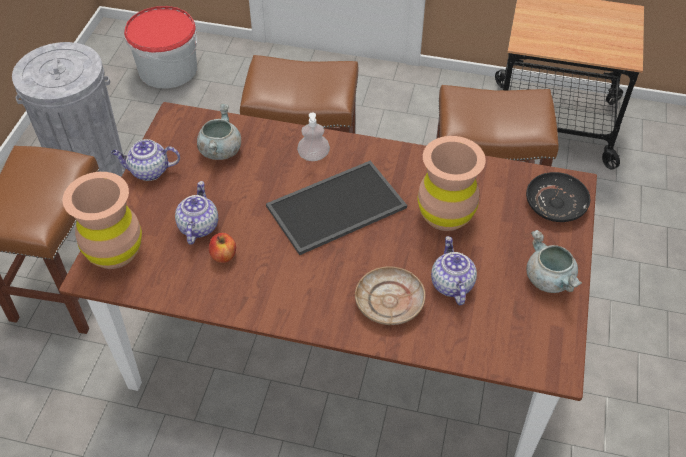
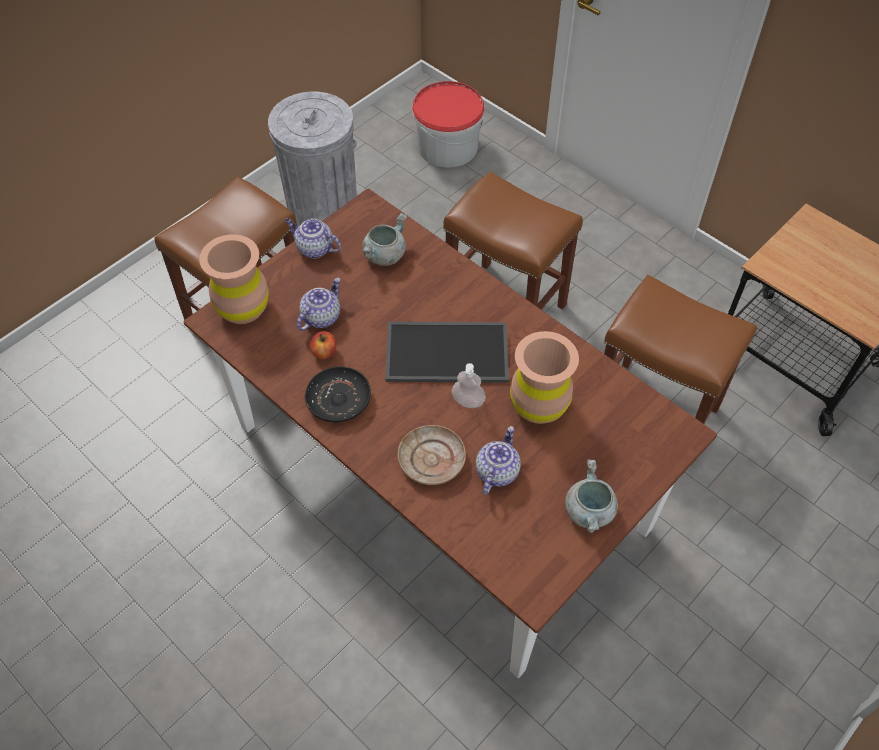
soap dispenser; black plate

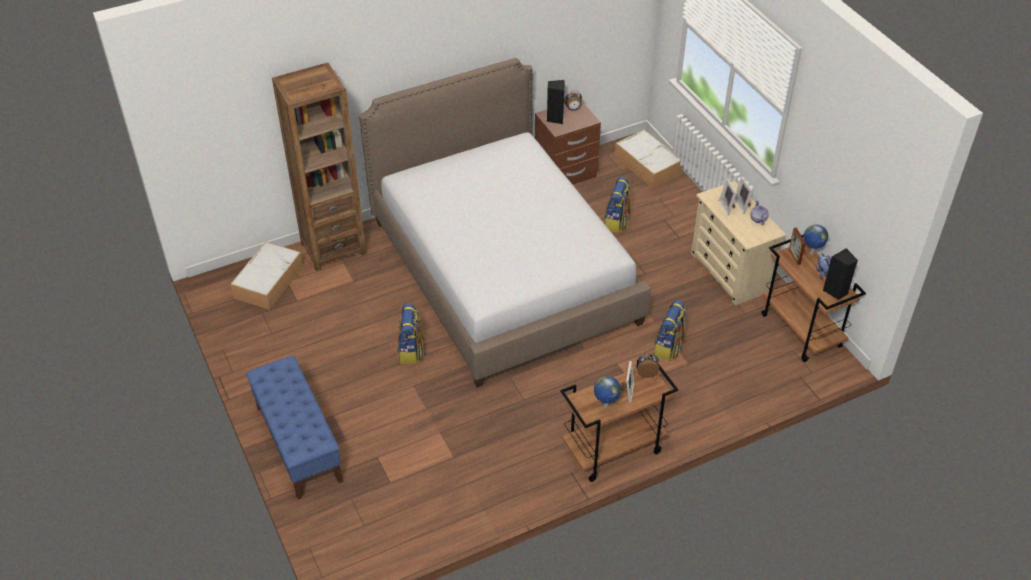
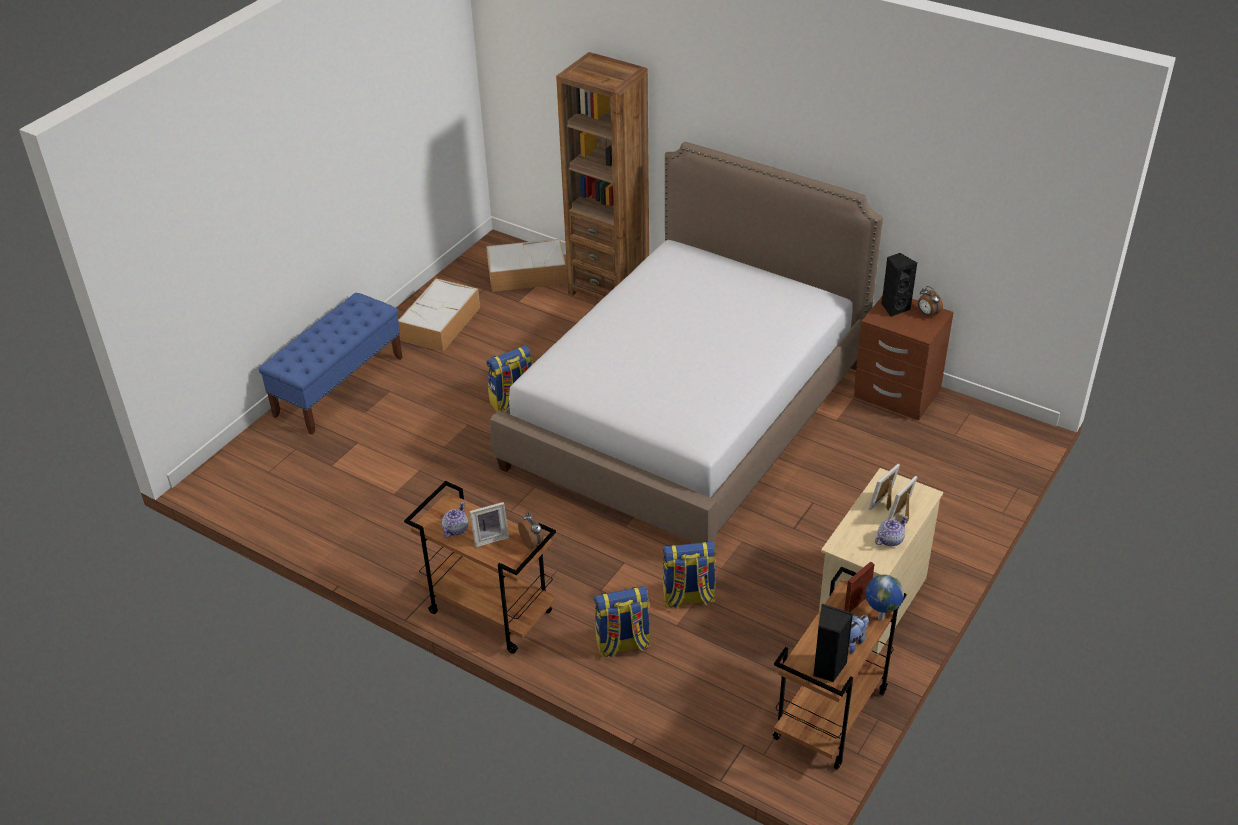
teapot (1st from left); backpack (2nd from left); storage box (1st from left)

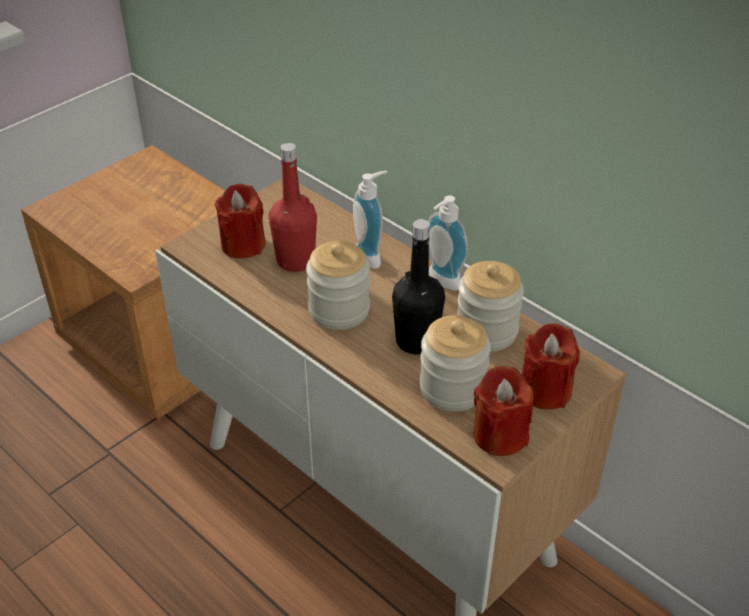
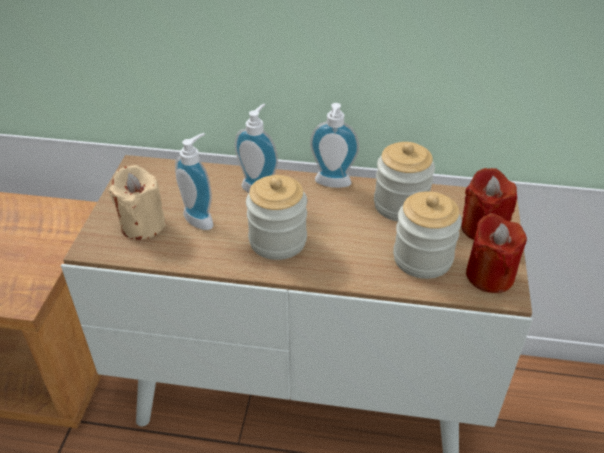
beige candle; soap dispenser (1st from left); black bottle

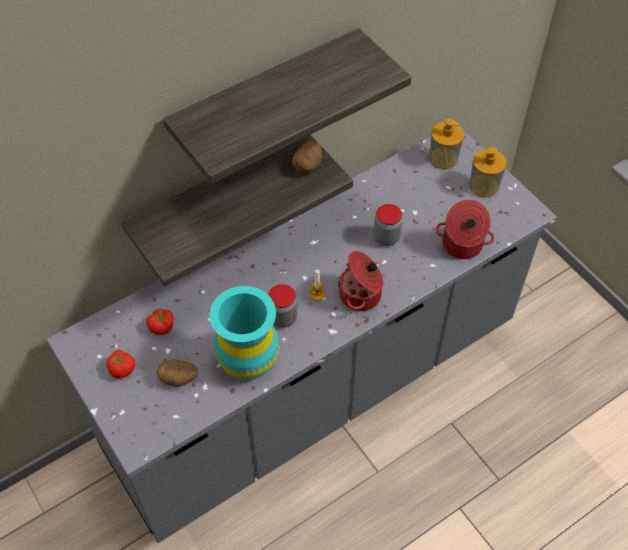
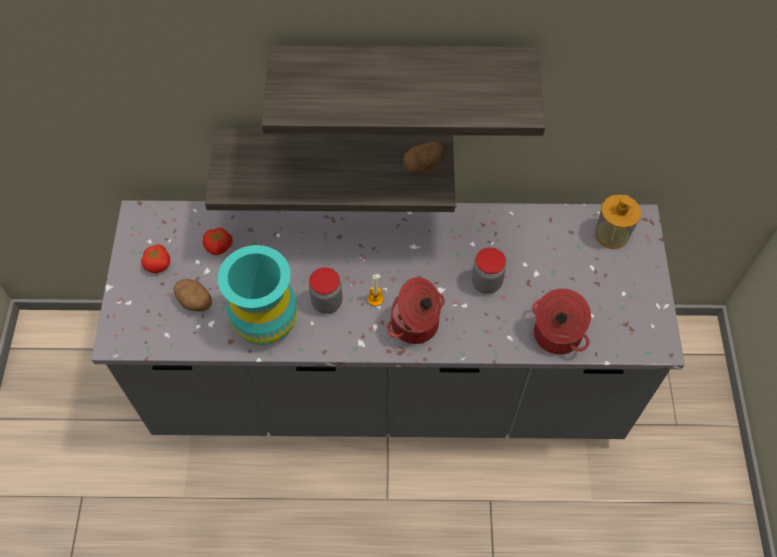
soap dispenser (2nd from left in the first image)

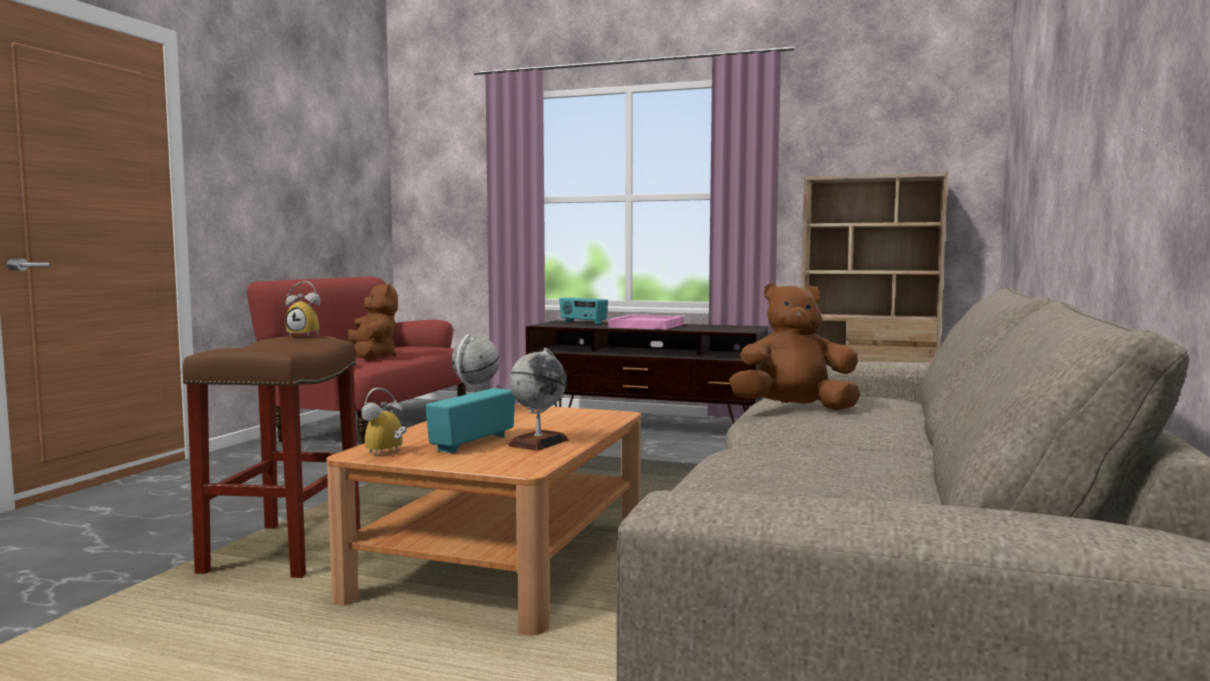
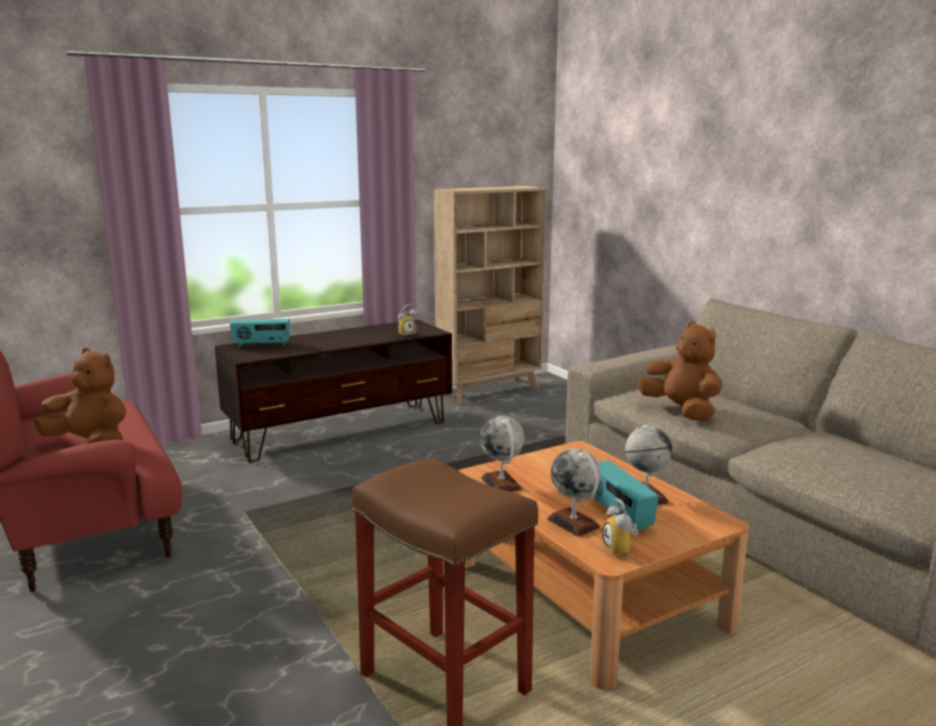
alarm clock (1st from left); pink tray; brown plush toy (2nd from left); globe (2nd from left)

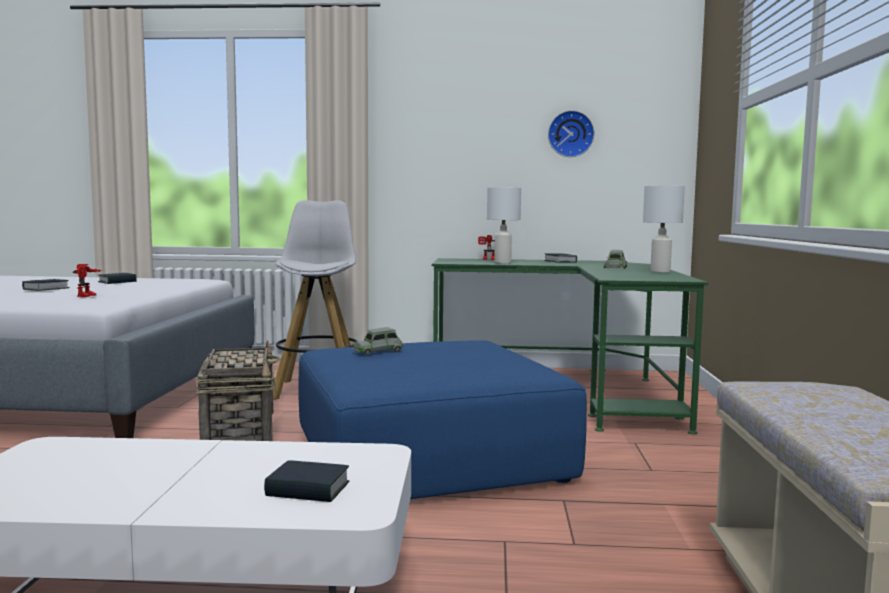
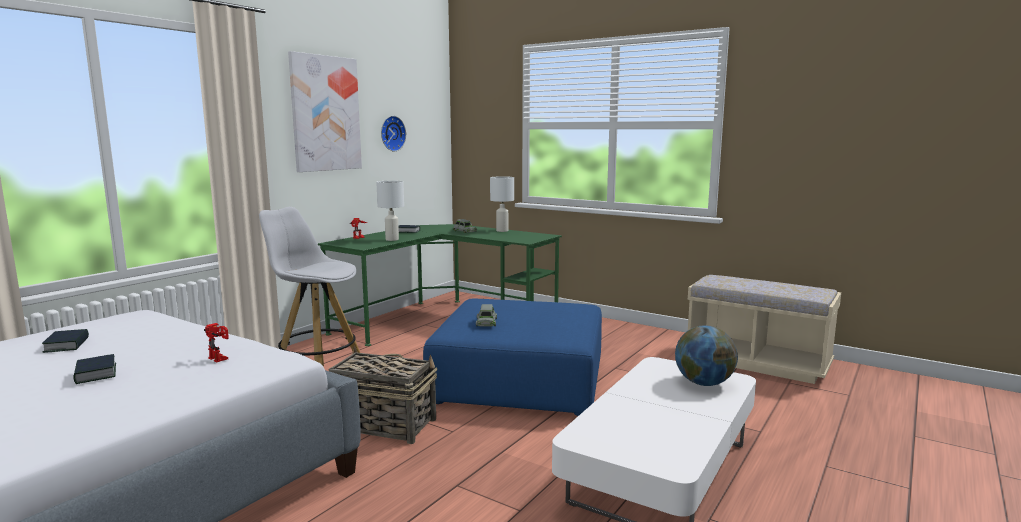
globe; picture

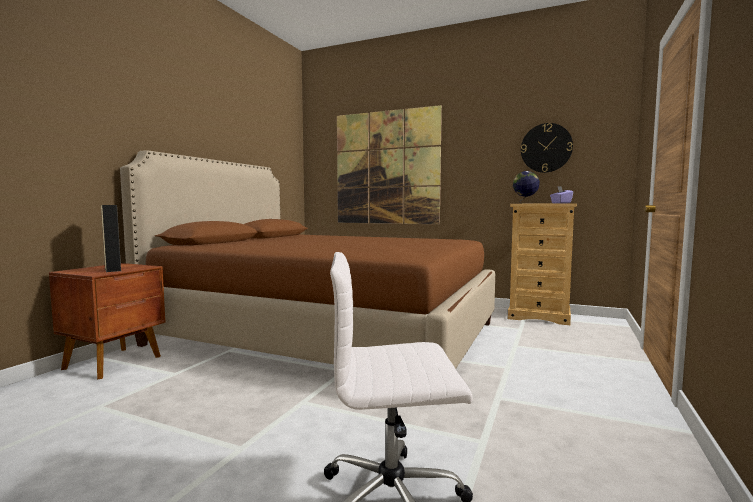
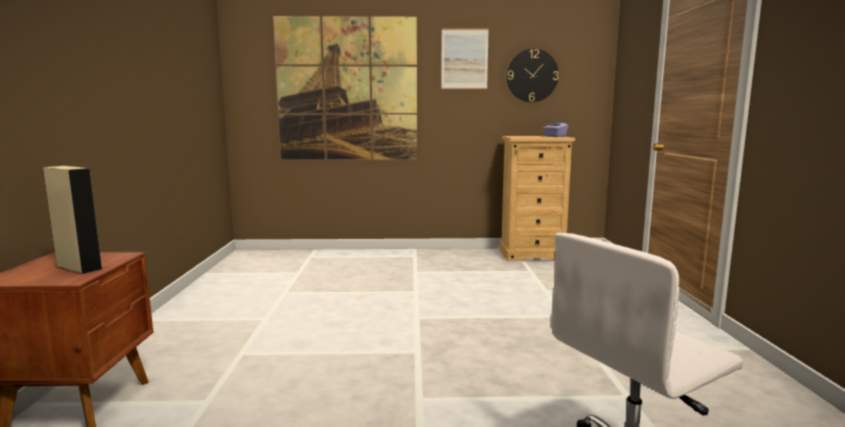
brown bed; globe; picture (2nd from left)

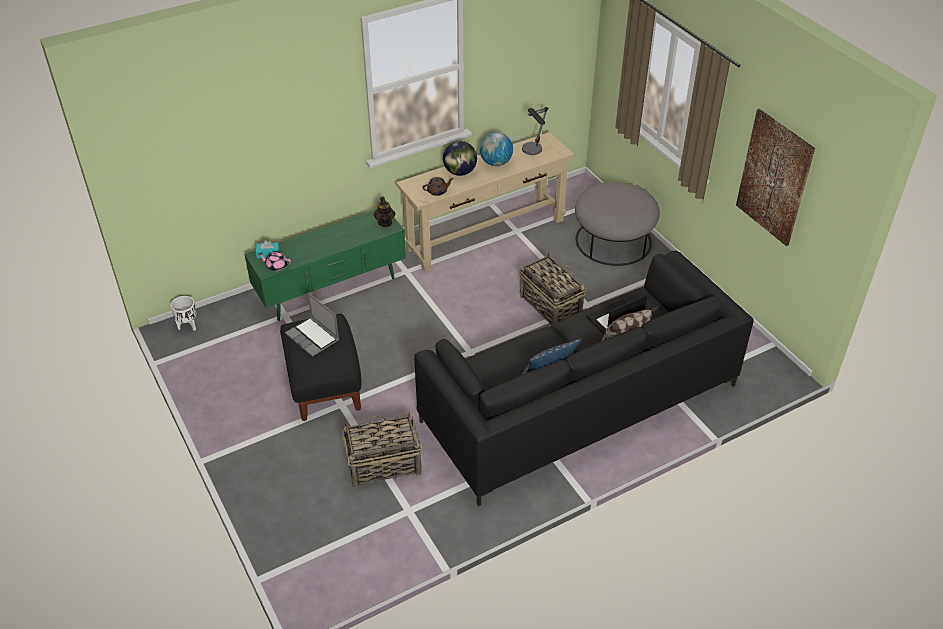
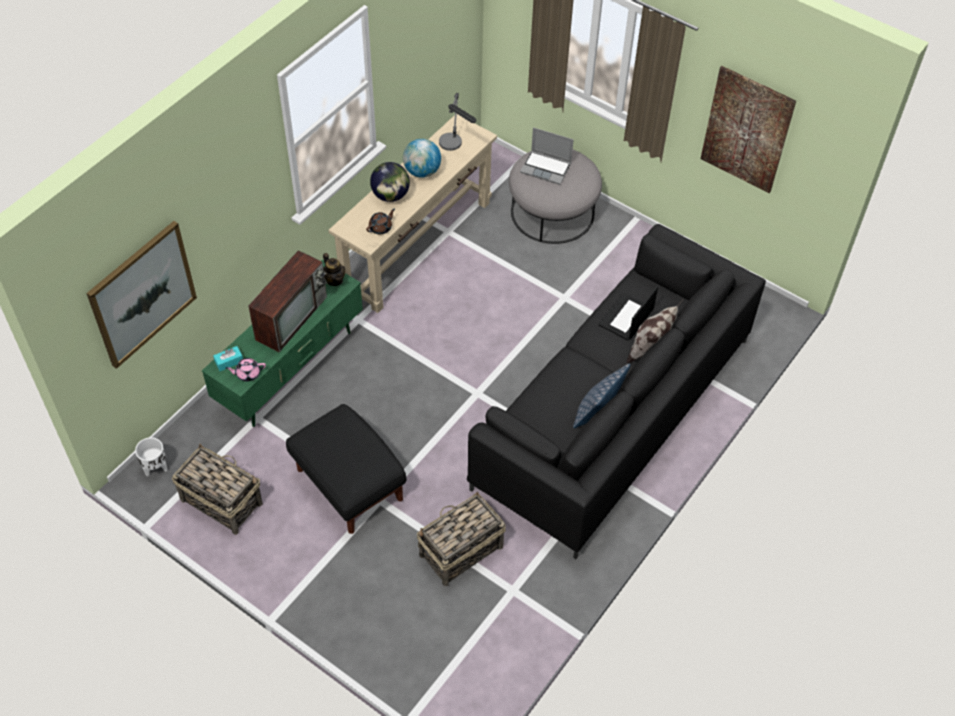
laptop (1st from left); basket (1st from left); picture (1st from left); television

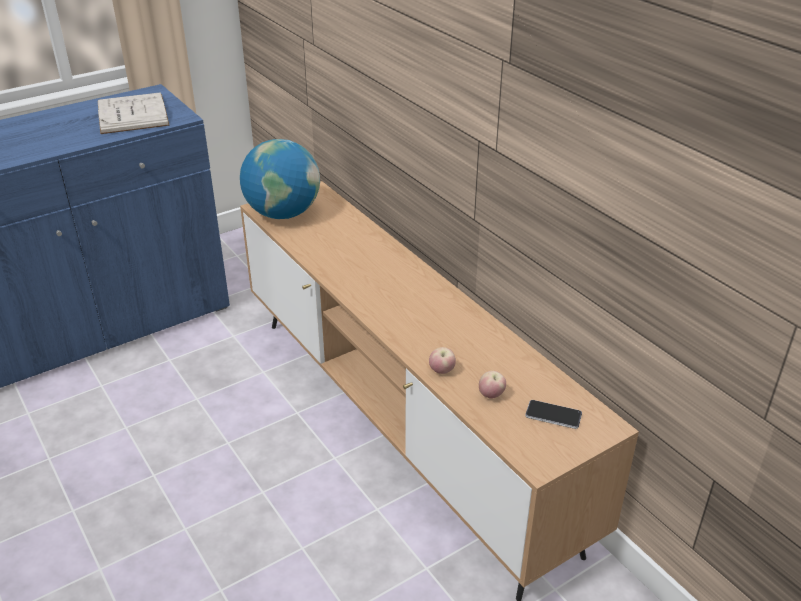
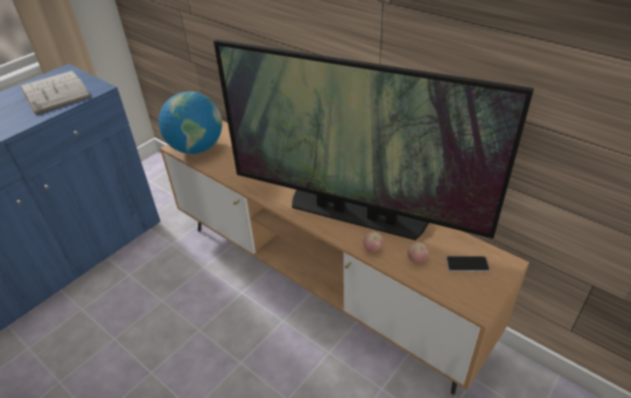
television

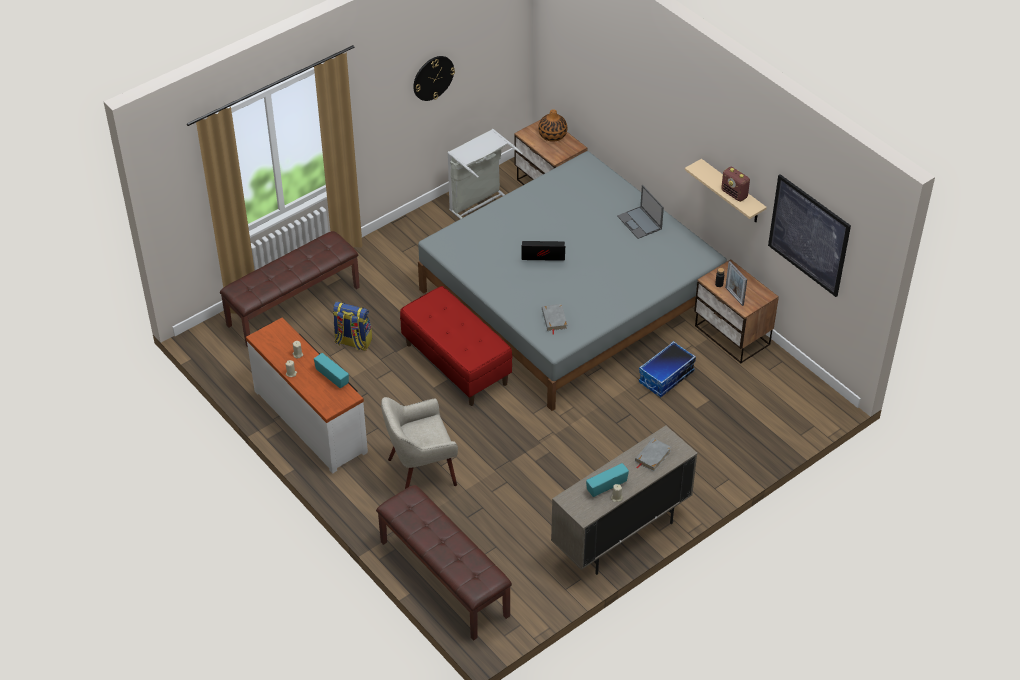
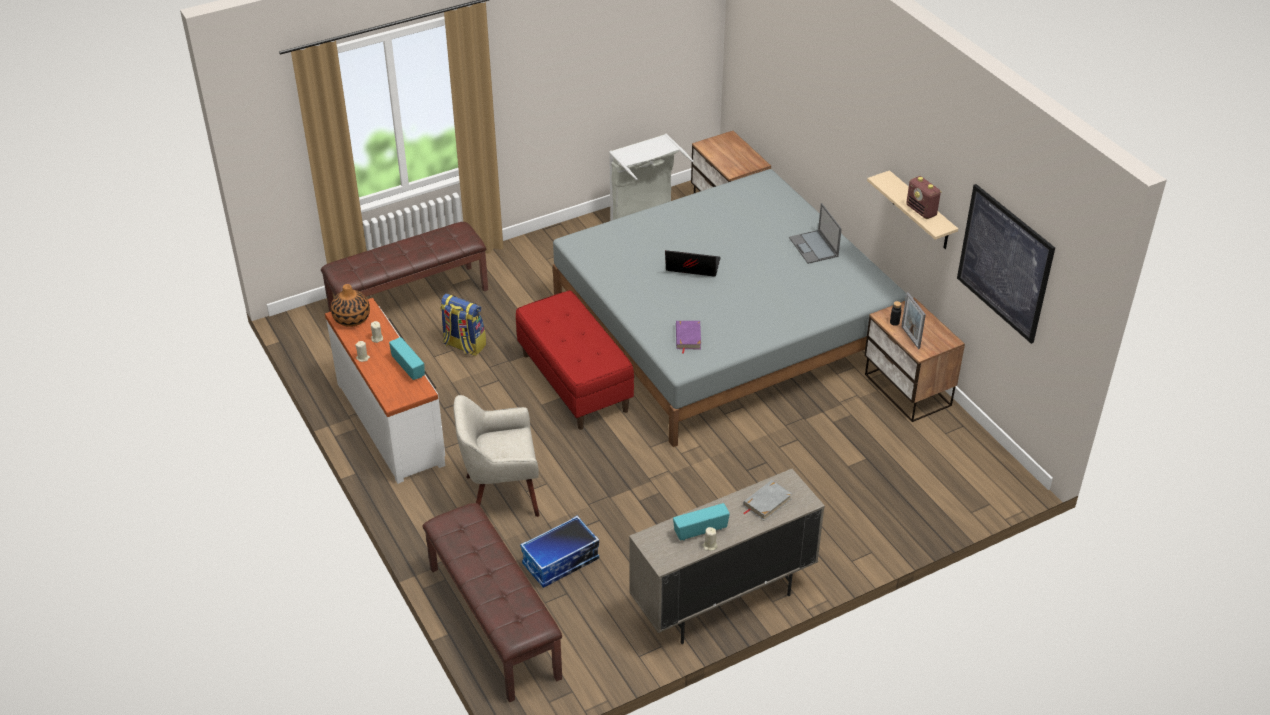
wall clock; vase; purple book; storage box

